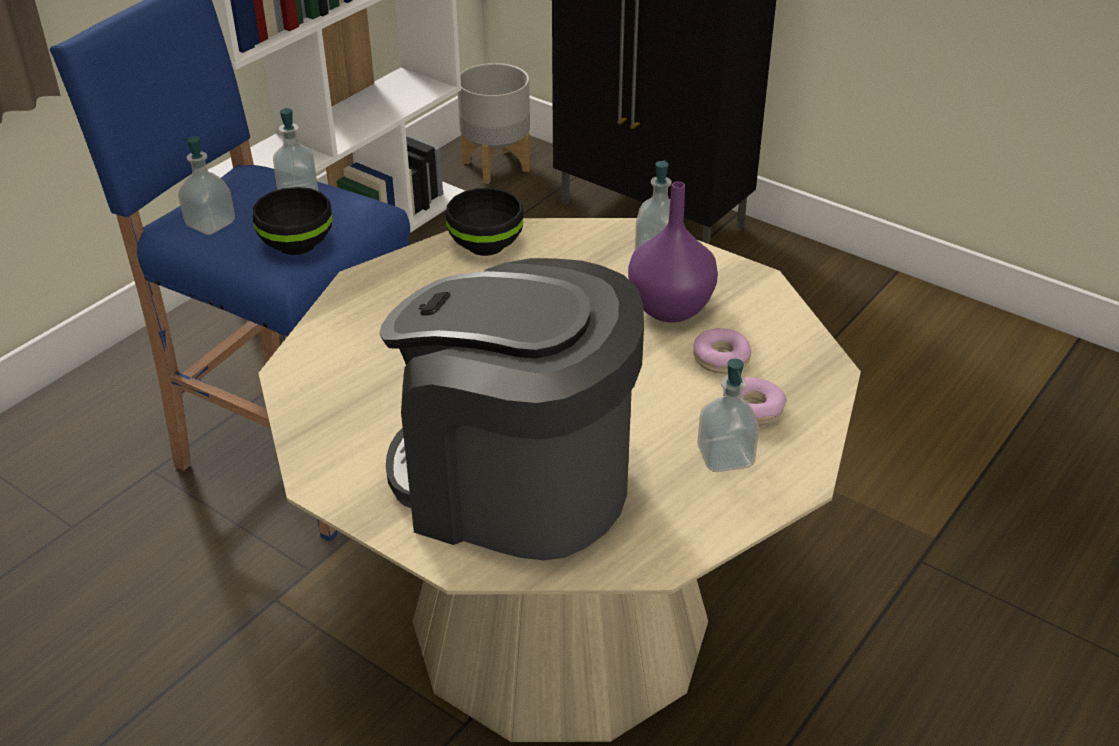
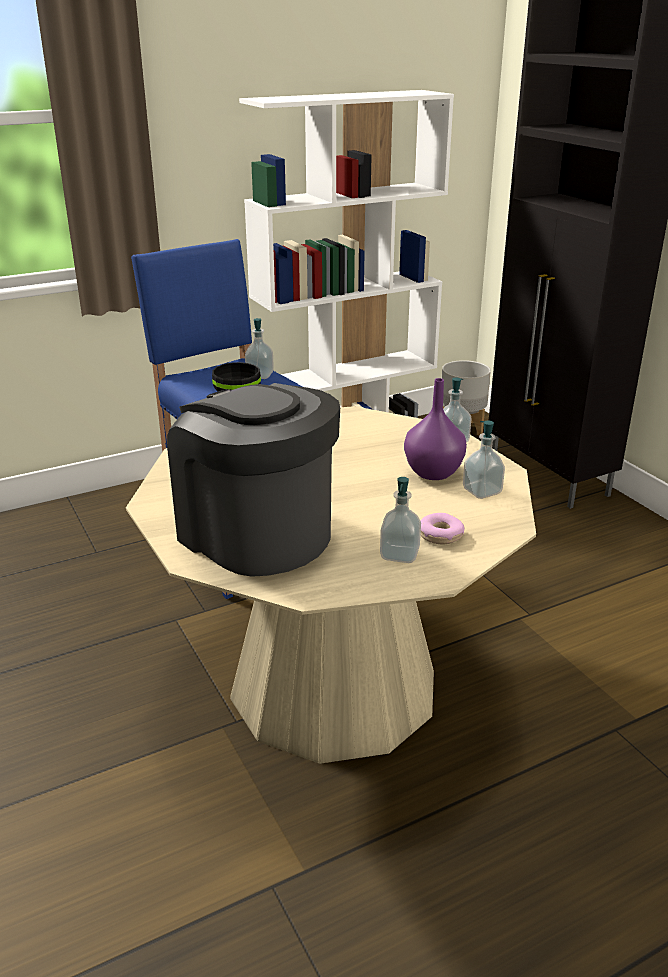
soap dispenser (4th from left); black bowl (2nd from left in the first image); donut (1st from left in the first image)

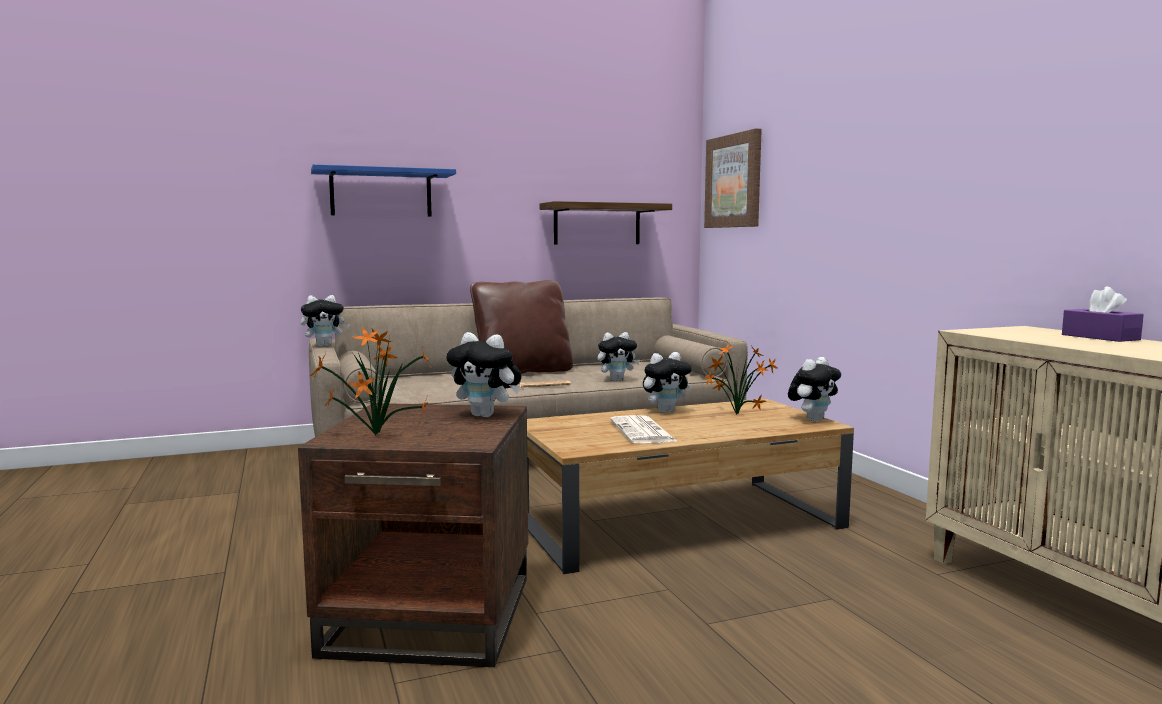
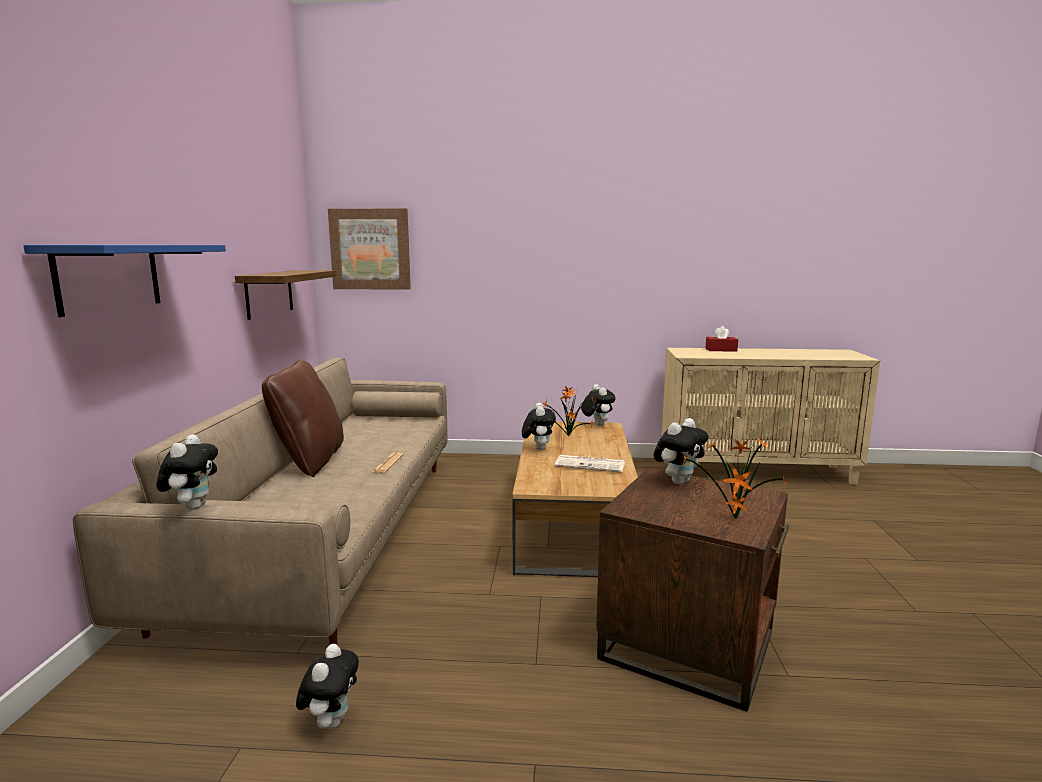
plush toy (2nd from left); red tissue box

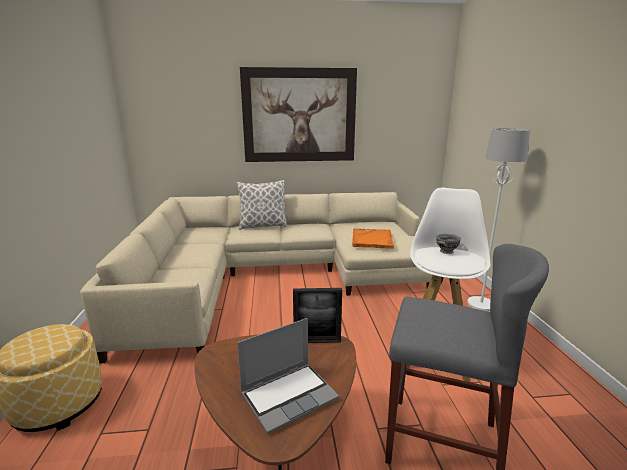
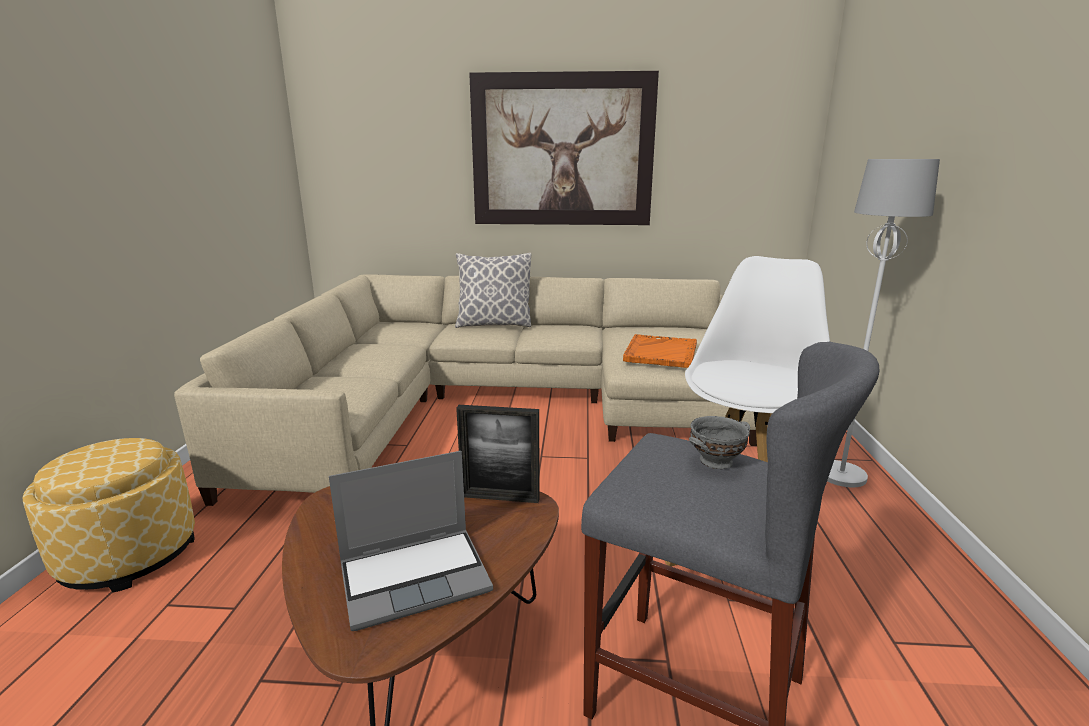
grey bowl

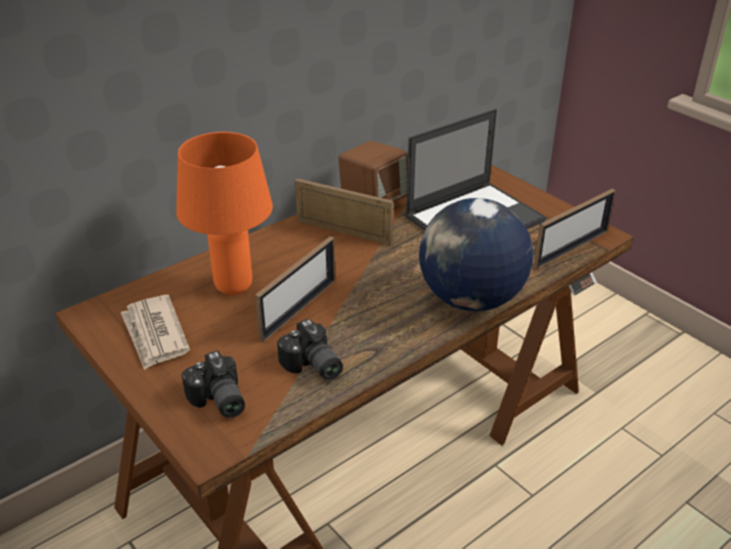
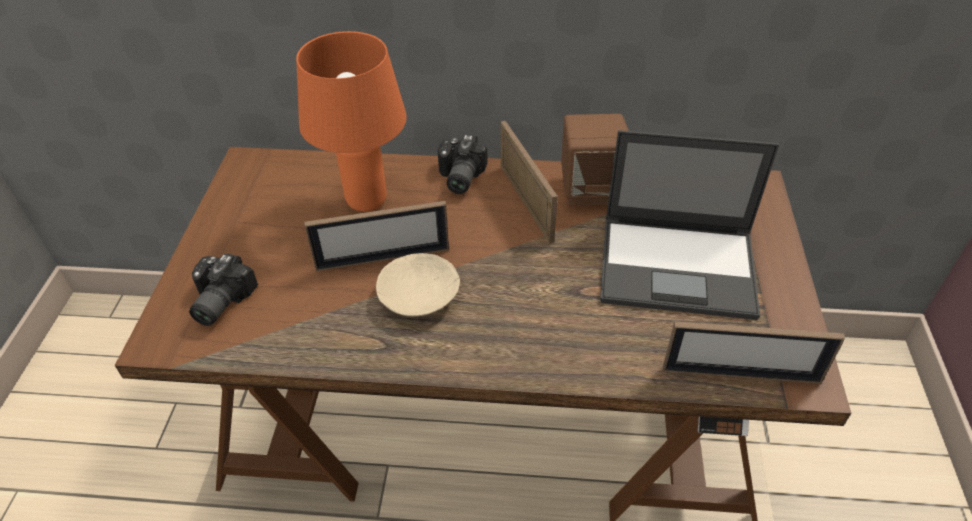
newspaper; photo camera (2nd from left); globe; beige bowl

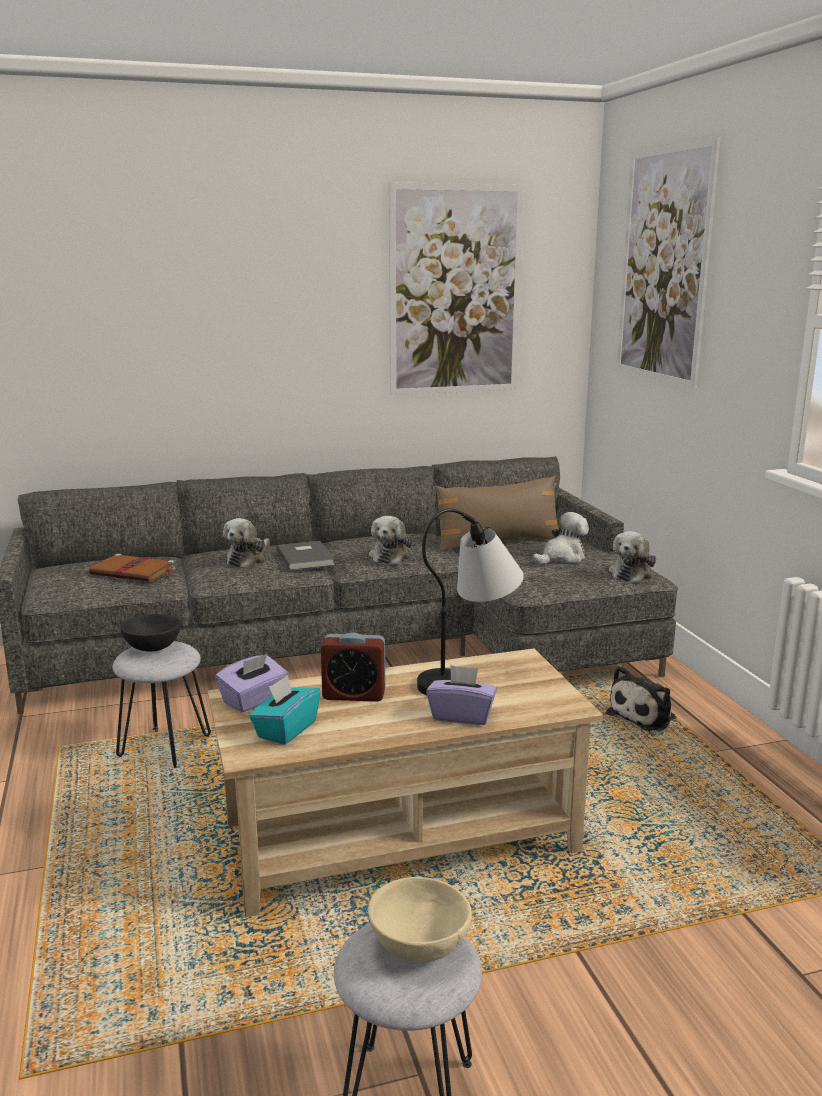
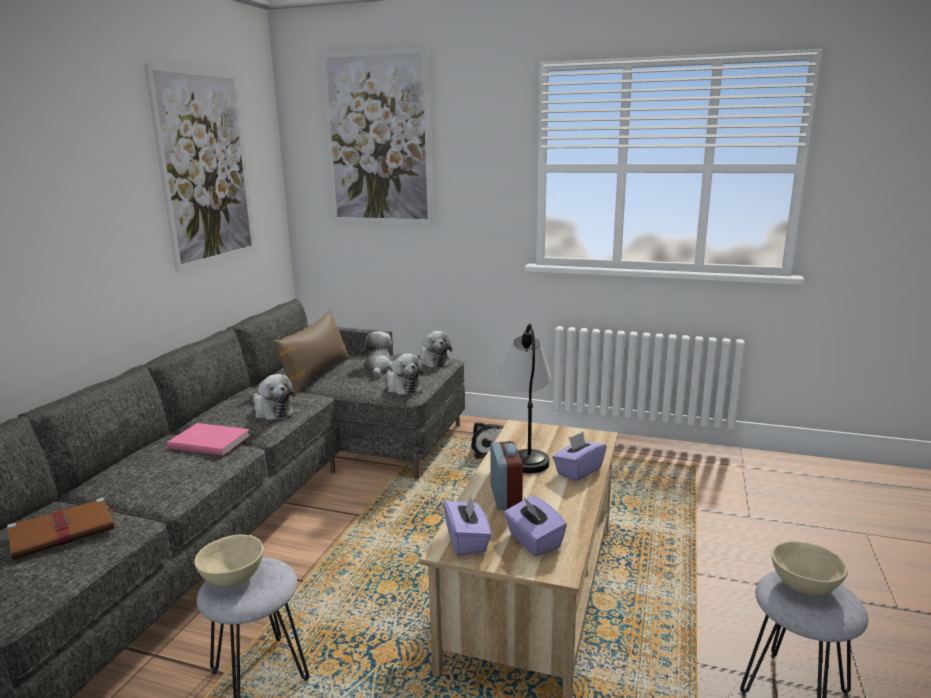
beige bowl (1st from left); plush toy (3rd from left); purple tissue box (2nd from left); pink book; alarm clock

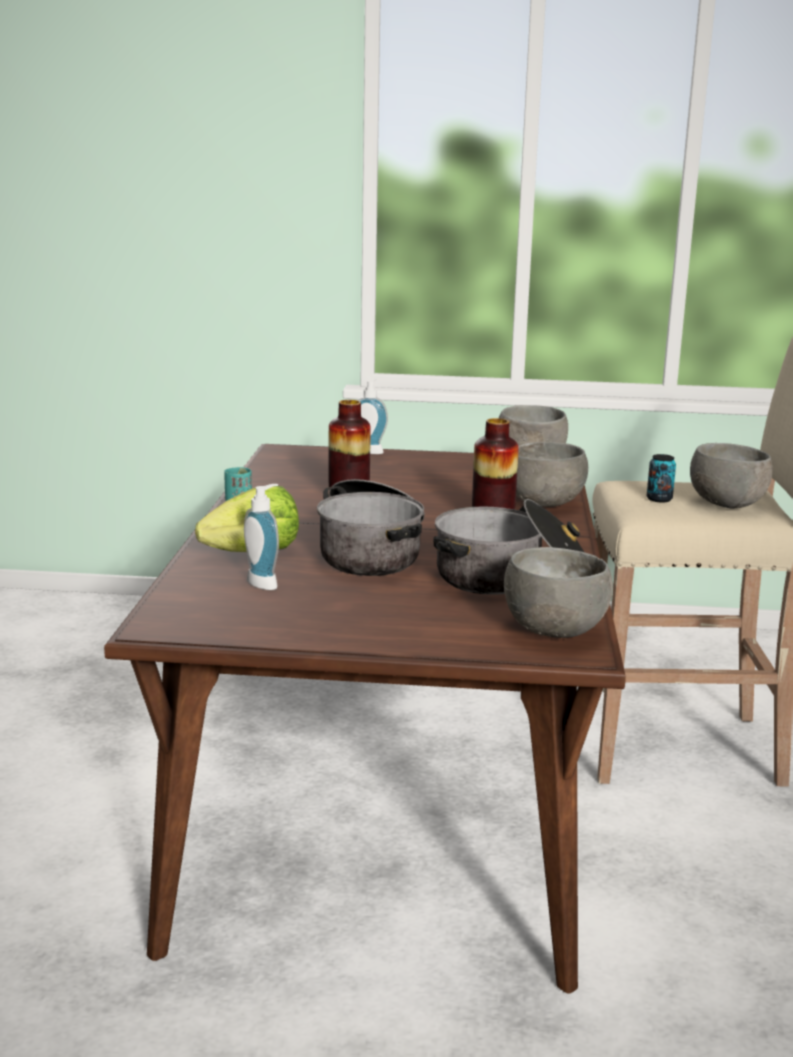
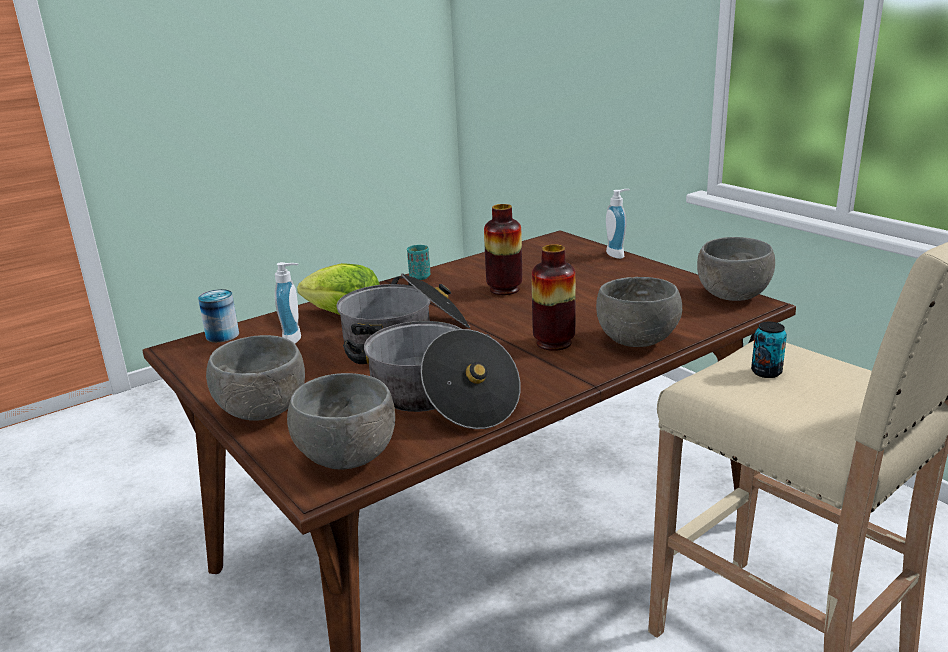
grey bowl (1st from left); can (1st from left)

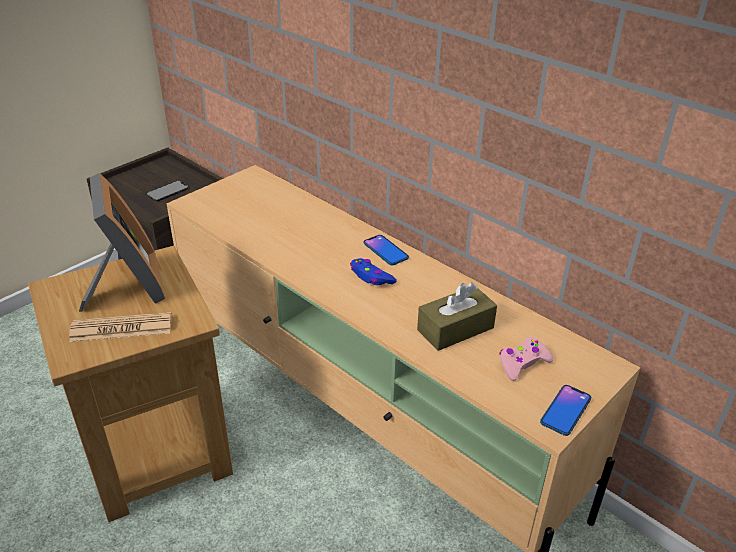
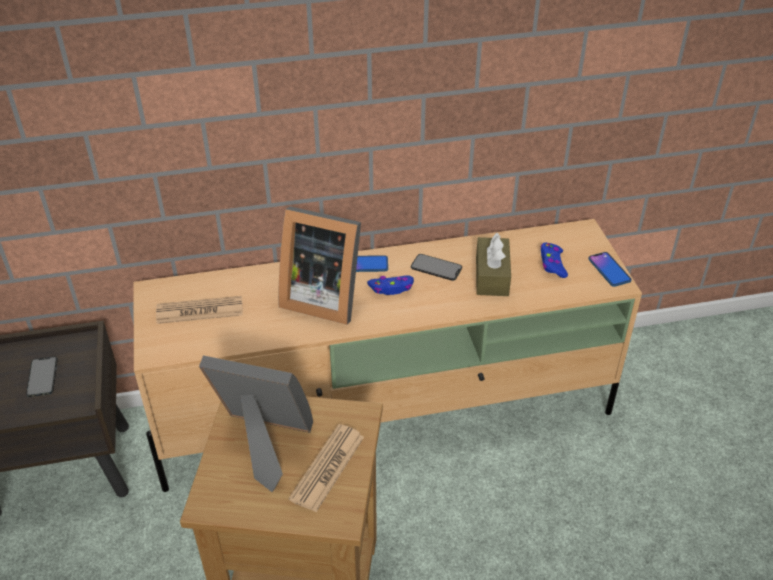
blue game controller (2nd from left); newspaper (1st from left); picture frame (2nd from left); phone (3rd from left)

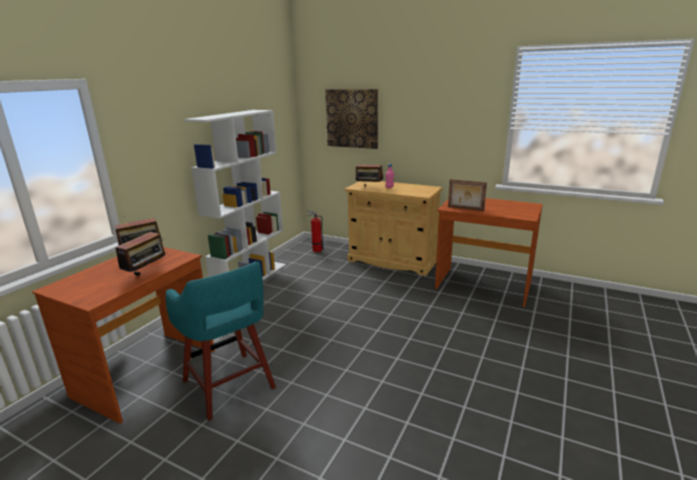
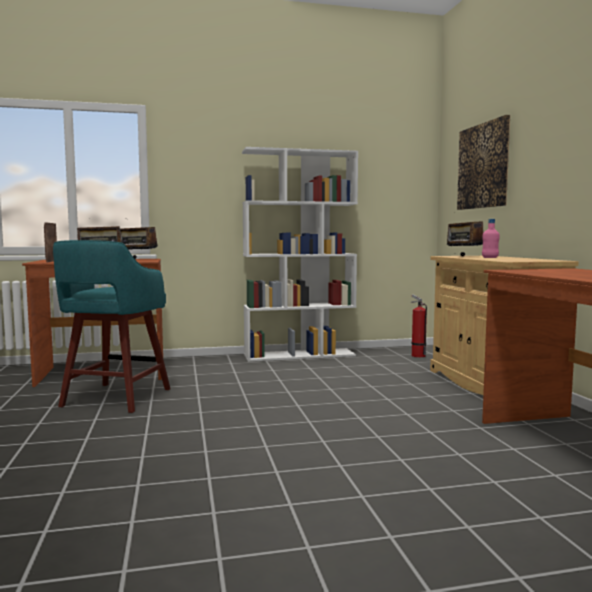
picture frame

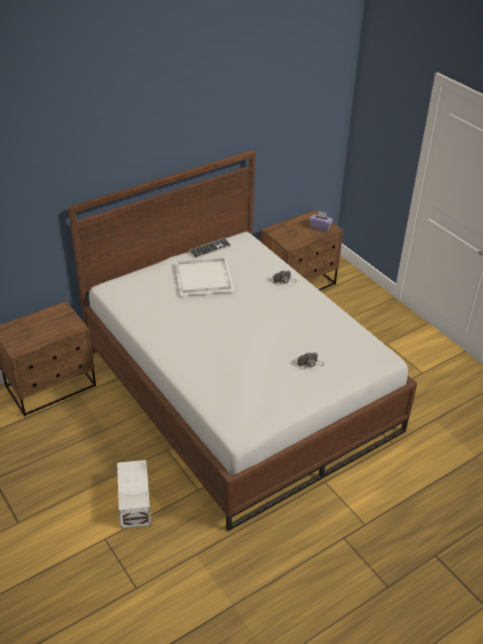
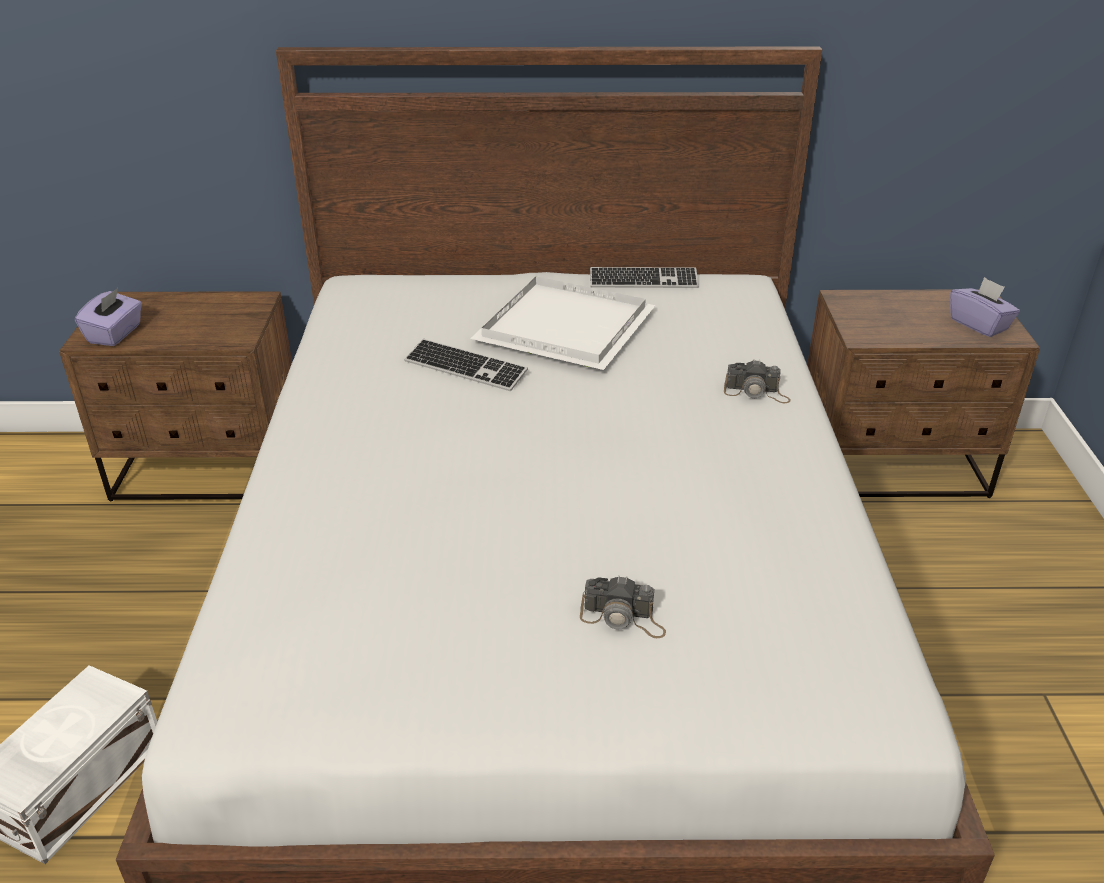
purple tissue box (1st from left); keyboard (1st from left)

